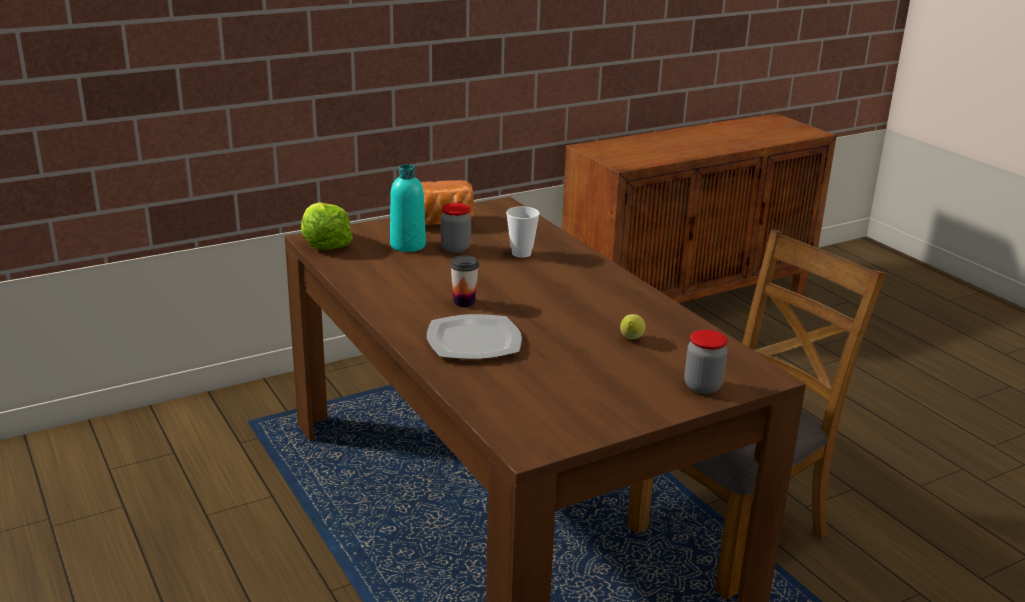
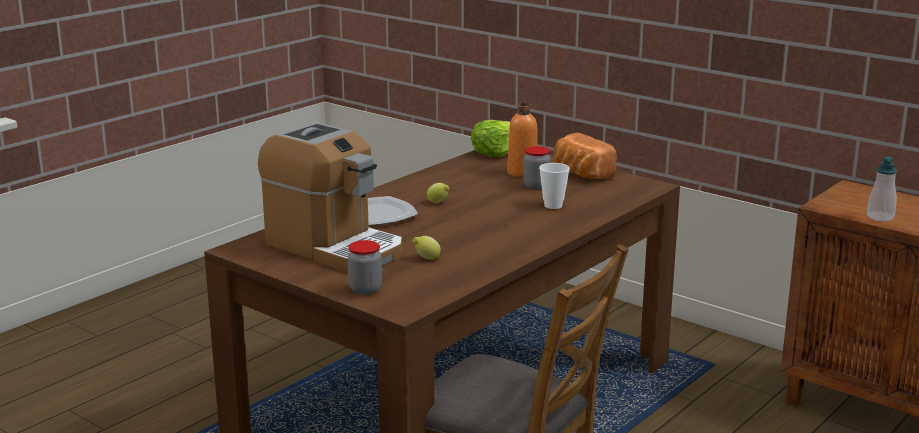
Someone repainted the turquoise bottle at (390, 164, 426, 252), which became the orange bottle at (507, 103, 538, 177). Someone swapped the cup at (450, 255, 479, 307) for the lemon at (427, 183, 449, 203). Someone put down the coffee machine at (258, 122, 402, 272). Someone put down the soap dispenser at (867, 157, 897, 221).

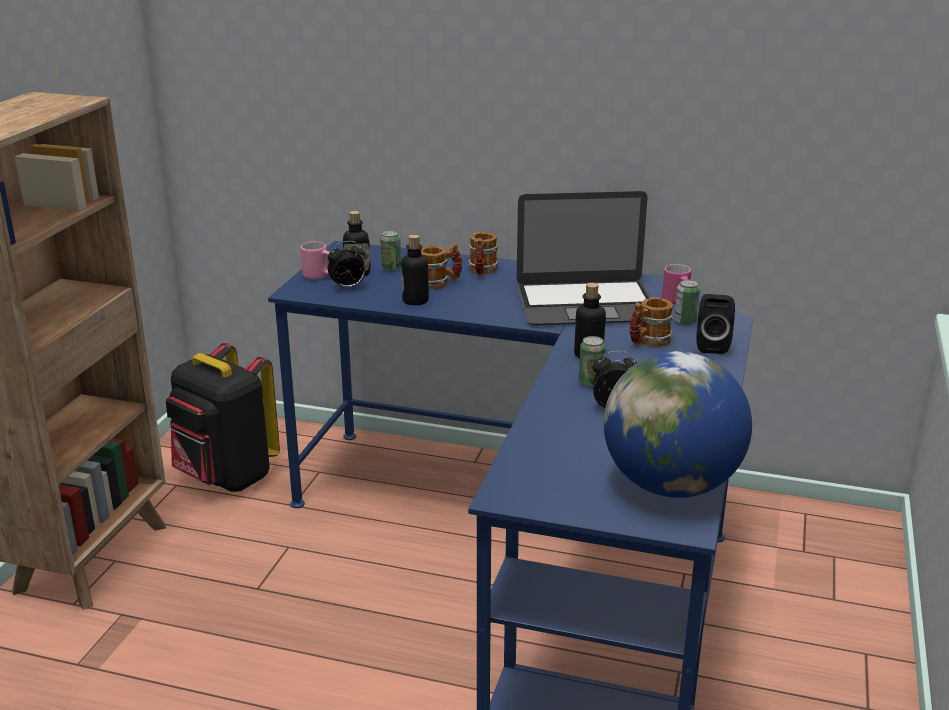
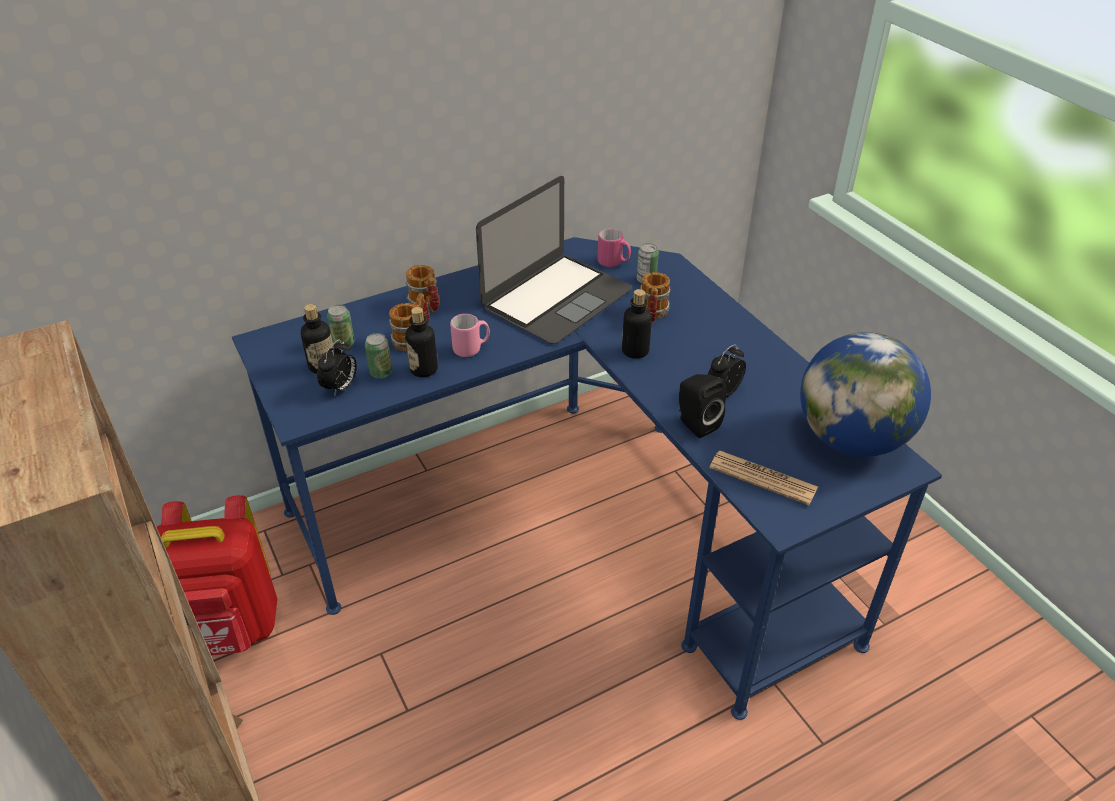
Someone repainted the black backpack at (166, 343, 280, 492), which became the red backpack at (157, 495, 277, 656). Someone carried the pink mug from (301, 241, 330, 280) to (450, 314, 490, 357). Someone carried the can from (579, 336, 606, 387) to (365, 333, 392, 378). Someone carried the black speaker from (696, 294, 735, 354) to (679, 374, 727, 438). Someone put down the newspaper at (709, 451, 818, 505).

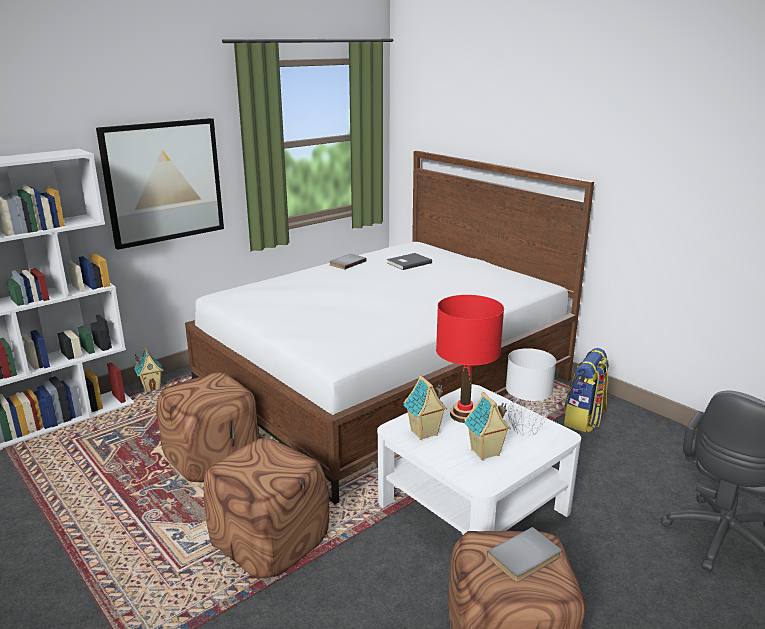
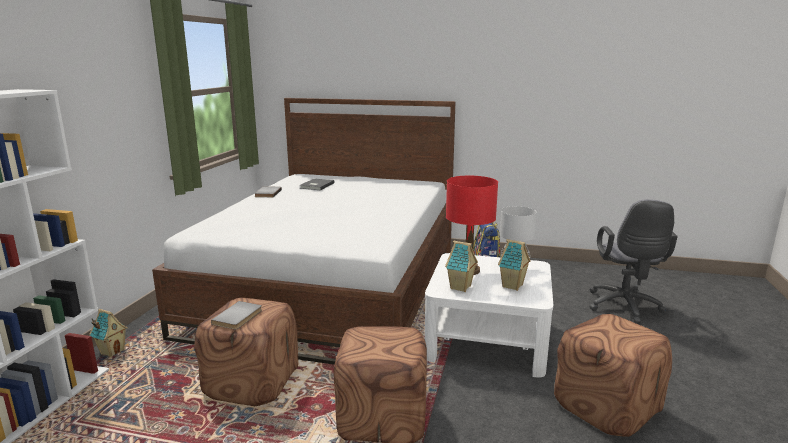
Someone took away the picture at (96, 118, 224, 250). Someone carried the grey book from (487, 527, 562, 582) to (211, 301, 262, 330).

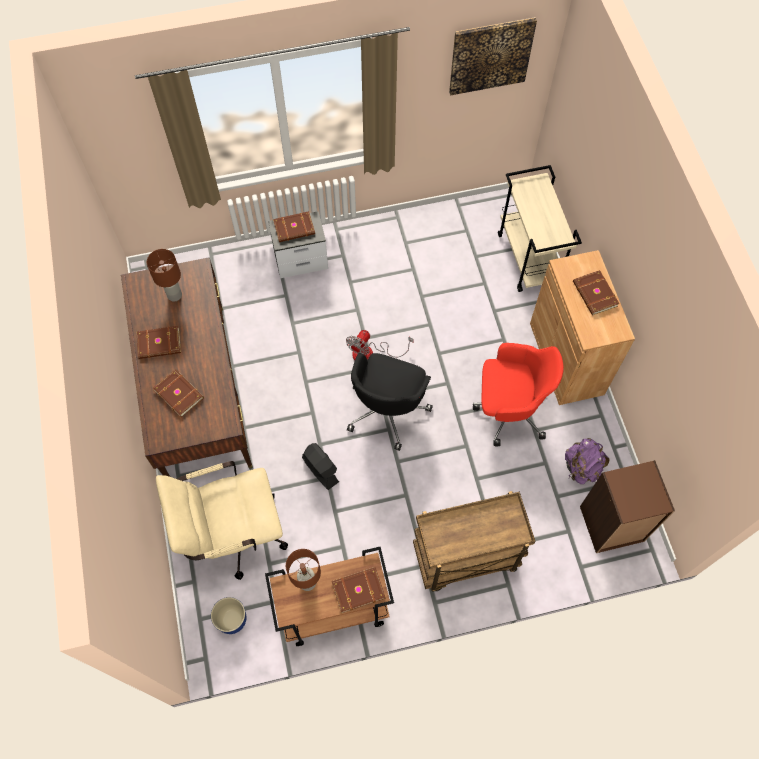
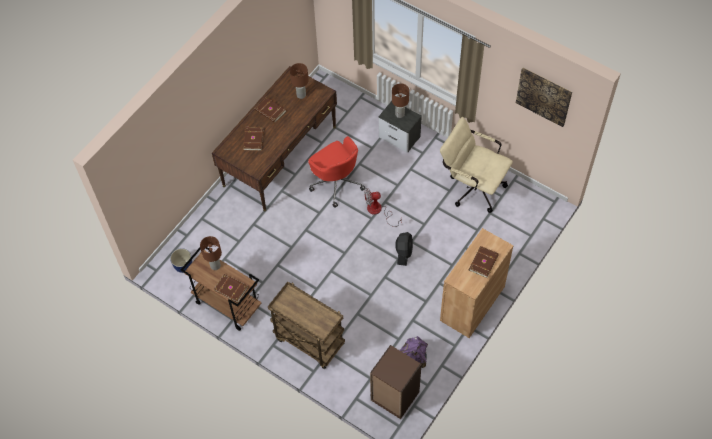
Someone carried the beige office chair from (156, 461, 288, 580) to (440, 117, 513, 213). Someone swapped the brown book at (273, 211, 315, 242) for the brown table lamp at (392, 83, 409, 118). Someone carried the black fan from (302, 443, 339, 490) to (395, 232, 413, 266). Someone took away the black office chair at (347, 353, 433, 451). Someone carried the red office chair from (473, 343, 564, 447) to (308, 136, 366, 208). Someone took away the beige cart at (498, 165, 582, 292).

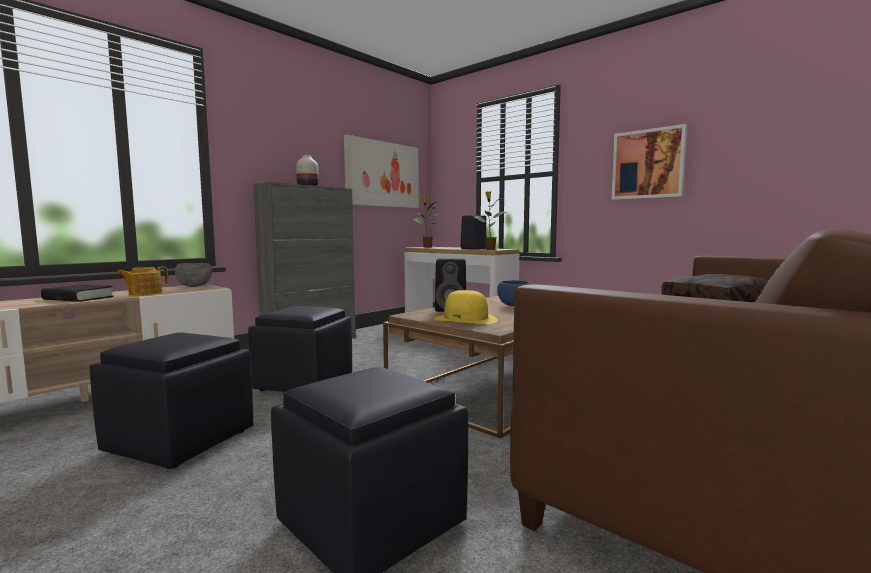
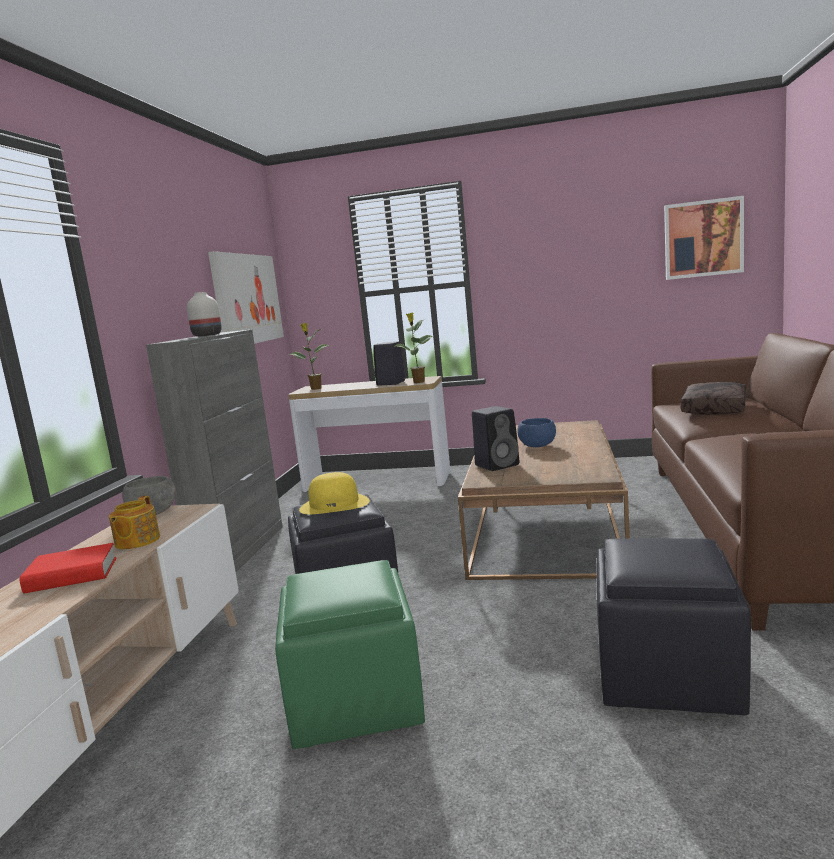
Someone repainted the black book at (41, 284, 114, 302), which became the red book at (20, 543, 116, 594). Someone repainted the black ottoman at (90, 332, 253, 469), which became the green ottoman at (275, 560, 425, 749). Someone carried the yellow hat from (435, 290, 498, 324) to (299, 472, 370, 514). Someone carried the picture from (612, 124, 687, 200) to (664, 196, 744, 280).

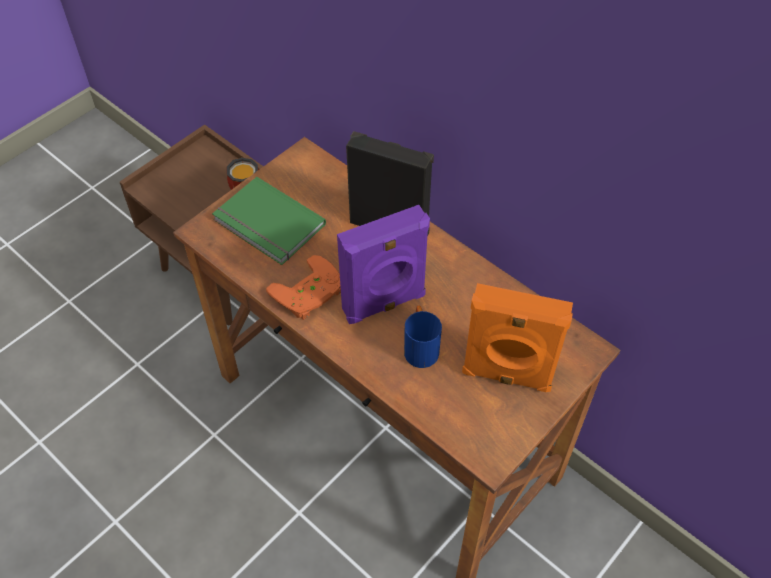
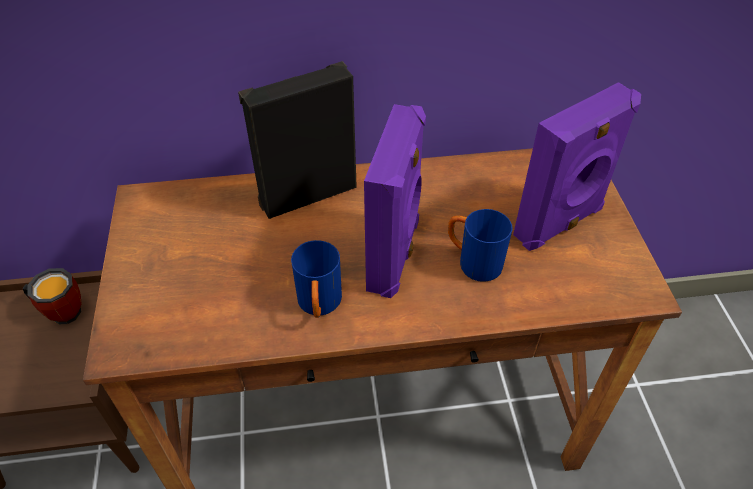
Someone took away the green book at (212, 177, 326, 265). Someone swapped the orange game controller at (266, 255, 341, 320) for the blue mug at (291, 240, 342, 318). Someone repainted the orange speaker at (462, 283, 573, 392), which became the purple speaker at (513, 82, 641, 251).

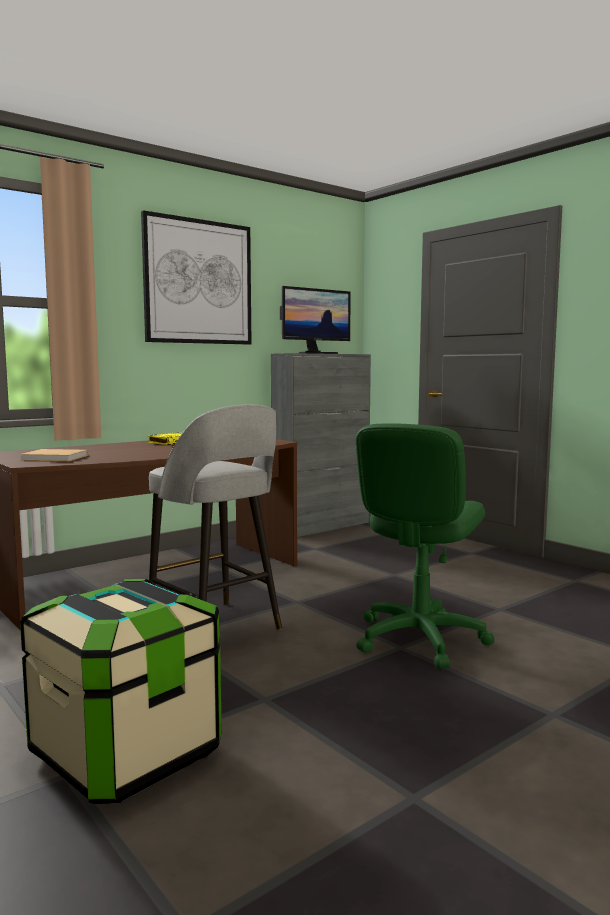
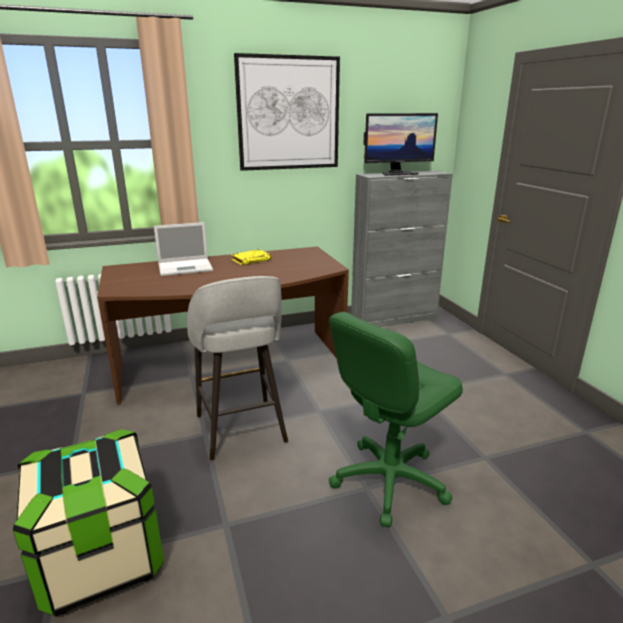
Someone took away the beige book at (20, 449, 88, 461). Someone put down the laptop at (154, 222, 213, 276).

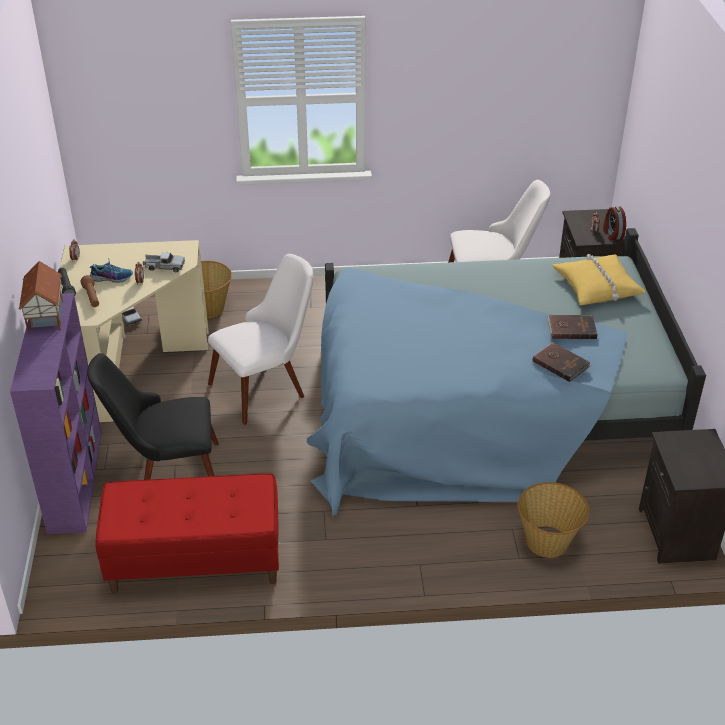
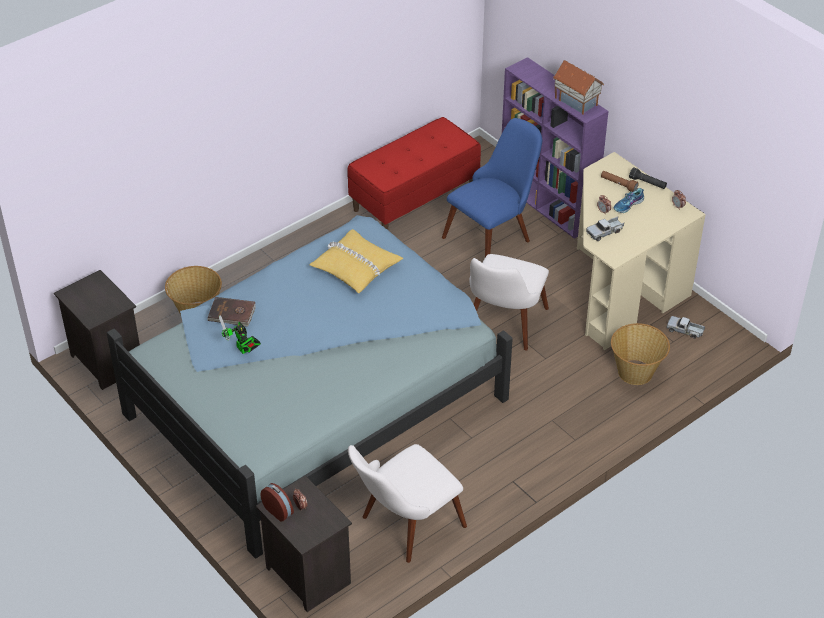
Someone repainted the black chair at (87, 353, 219, 480), which became the blue chair at (442, 118, 542, 257). Someone swapped the brown book at (548, 315, 598, 339) for the toy robot at (219, 315, 261, 354). Someone carried the yellow pillow from (552, 254, 646, 305) to (309, 229, 404, 293).

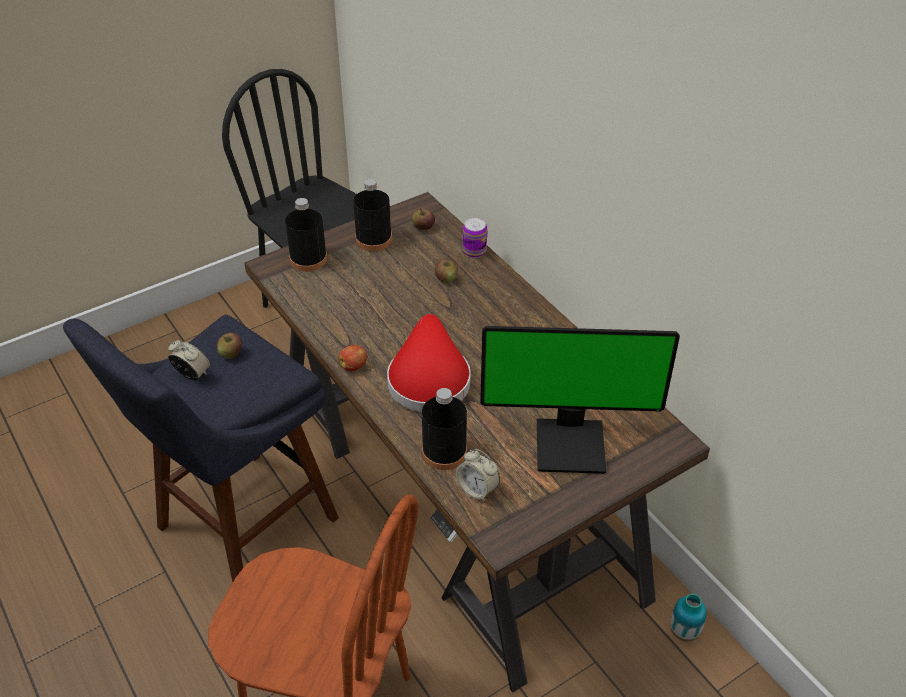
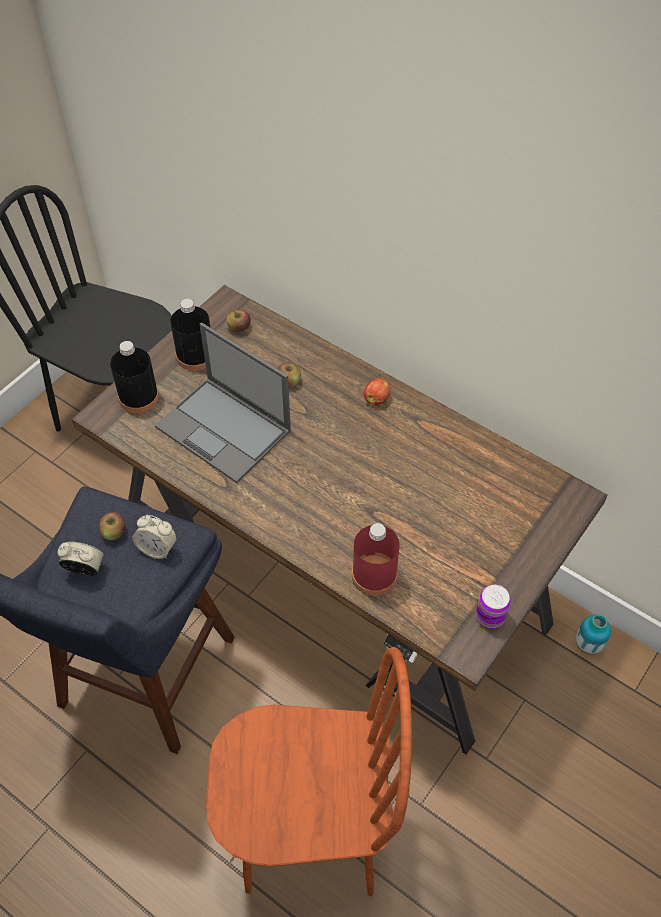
Someone carried the apple from (338, 345, 367, 371) to (364, 378, 390, 405). Someone took away the red hat at (387, 314, 471, 412). Someone repainted the black bottle at (422, 388, 467, 470), which became the red bottle at (352, 523, 400, 596). Someone carried the alarm clock from (456, 449, 500, 502) to (133, 515, 177, 559). Someone carried the can from (463, 218, 487, 258) to (476, 585, 511, 629). Someone took away the monitor at (480, 326, 680, 474). Someone put down the laptop at (155, 322, 291, 483).

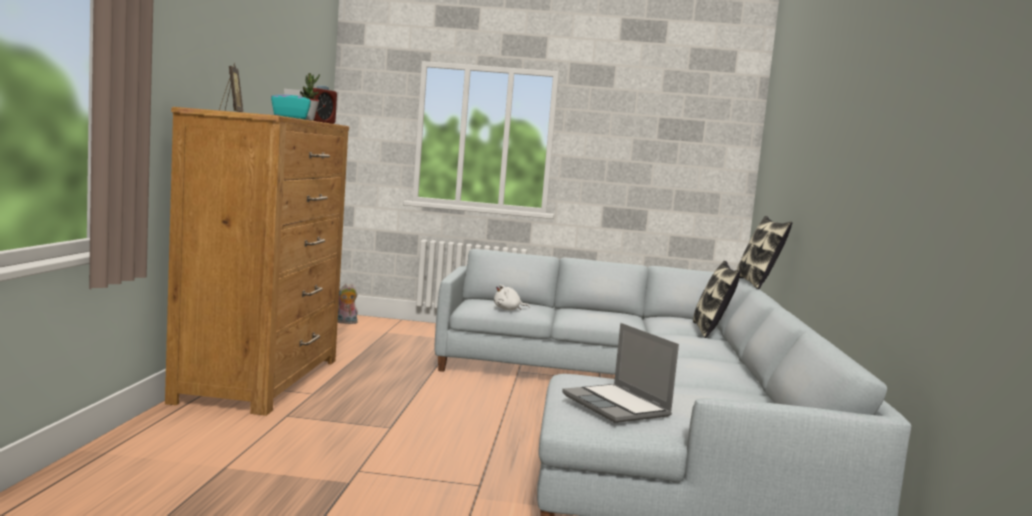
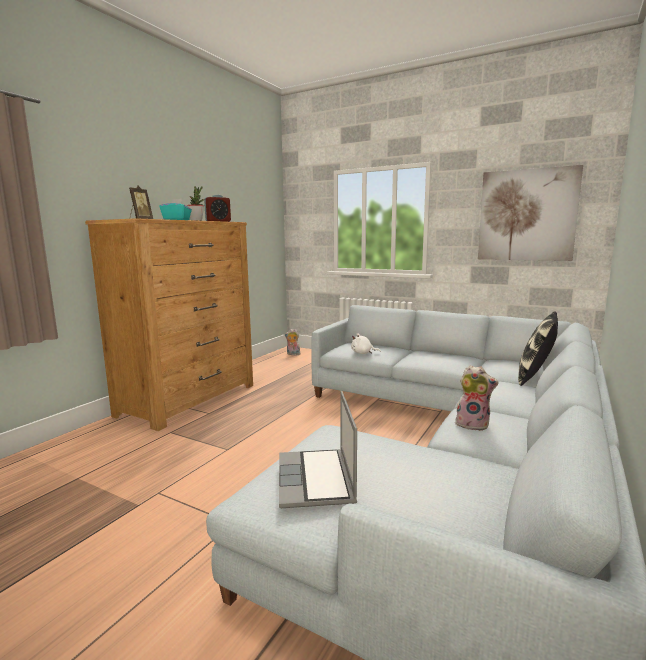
Someone took away the pillow at (737, 216, 792, 289). Someone put down the plush toy at (455, 365, 499, 431). Someone put up the picture at (478, 165, 583, 261).

